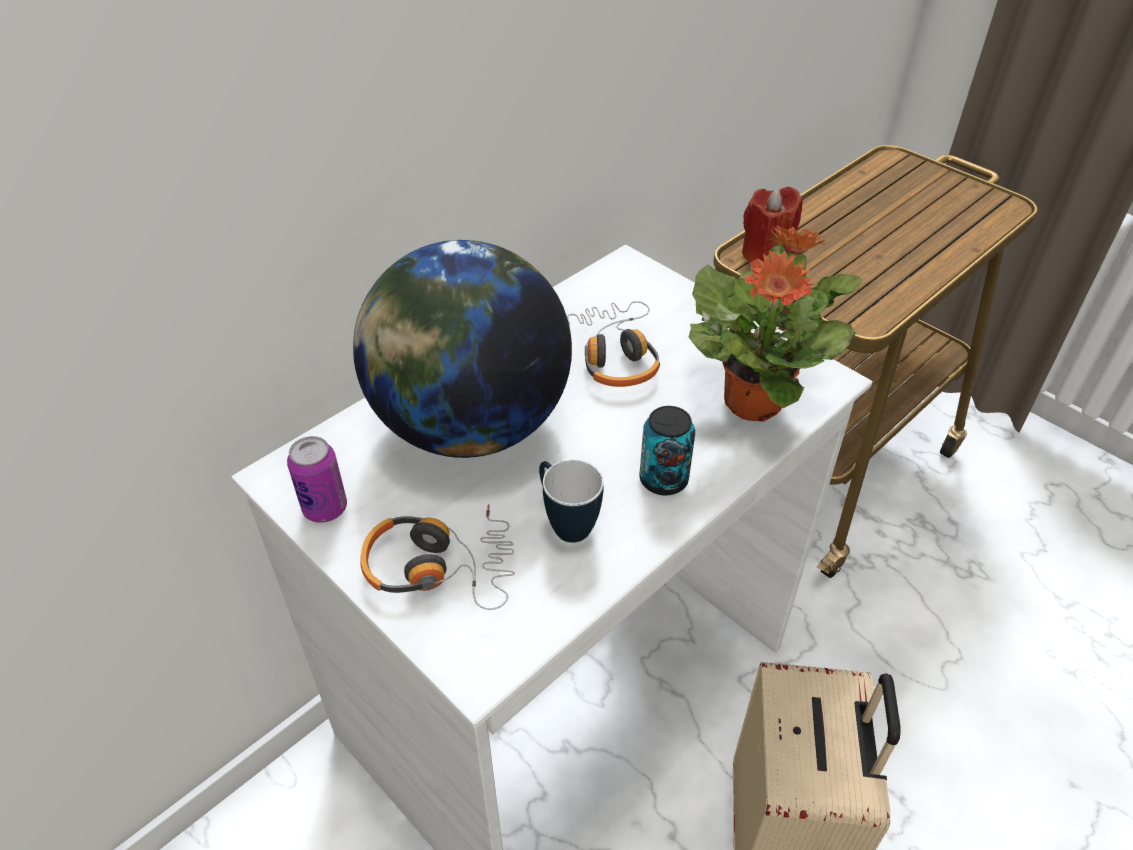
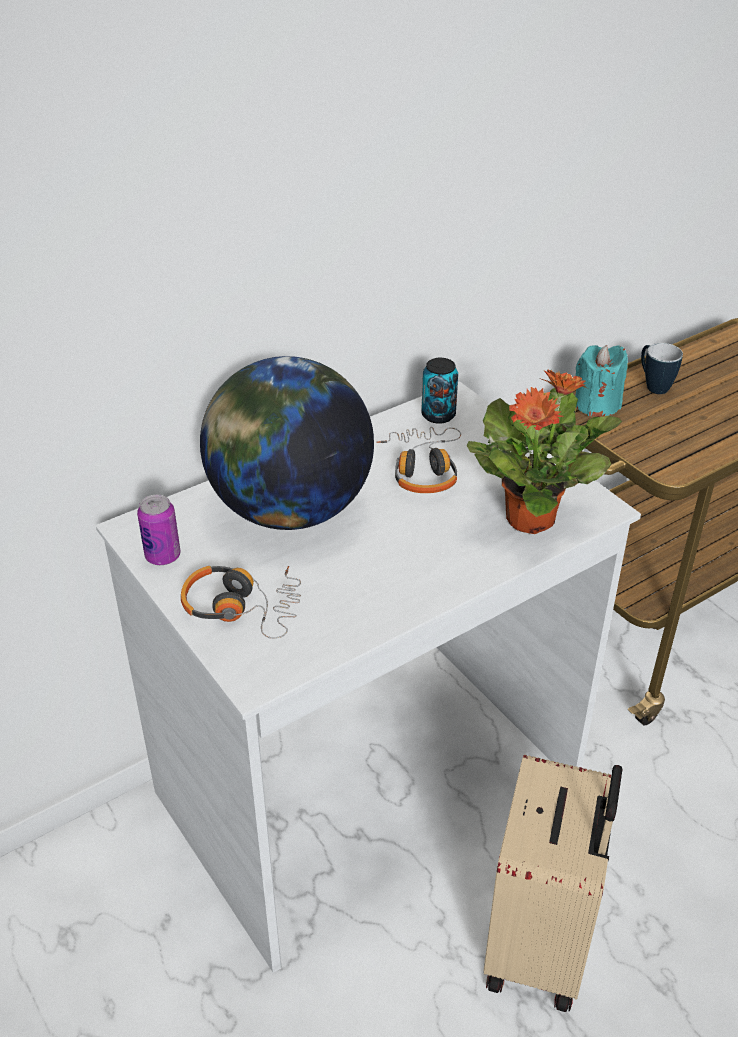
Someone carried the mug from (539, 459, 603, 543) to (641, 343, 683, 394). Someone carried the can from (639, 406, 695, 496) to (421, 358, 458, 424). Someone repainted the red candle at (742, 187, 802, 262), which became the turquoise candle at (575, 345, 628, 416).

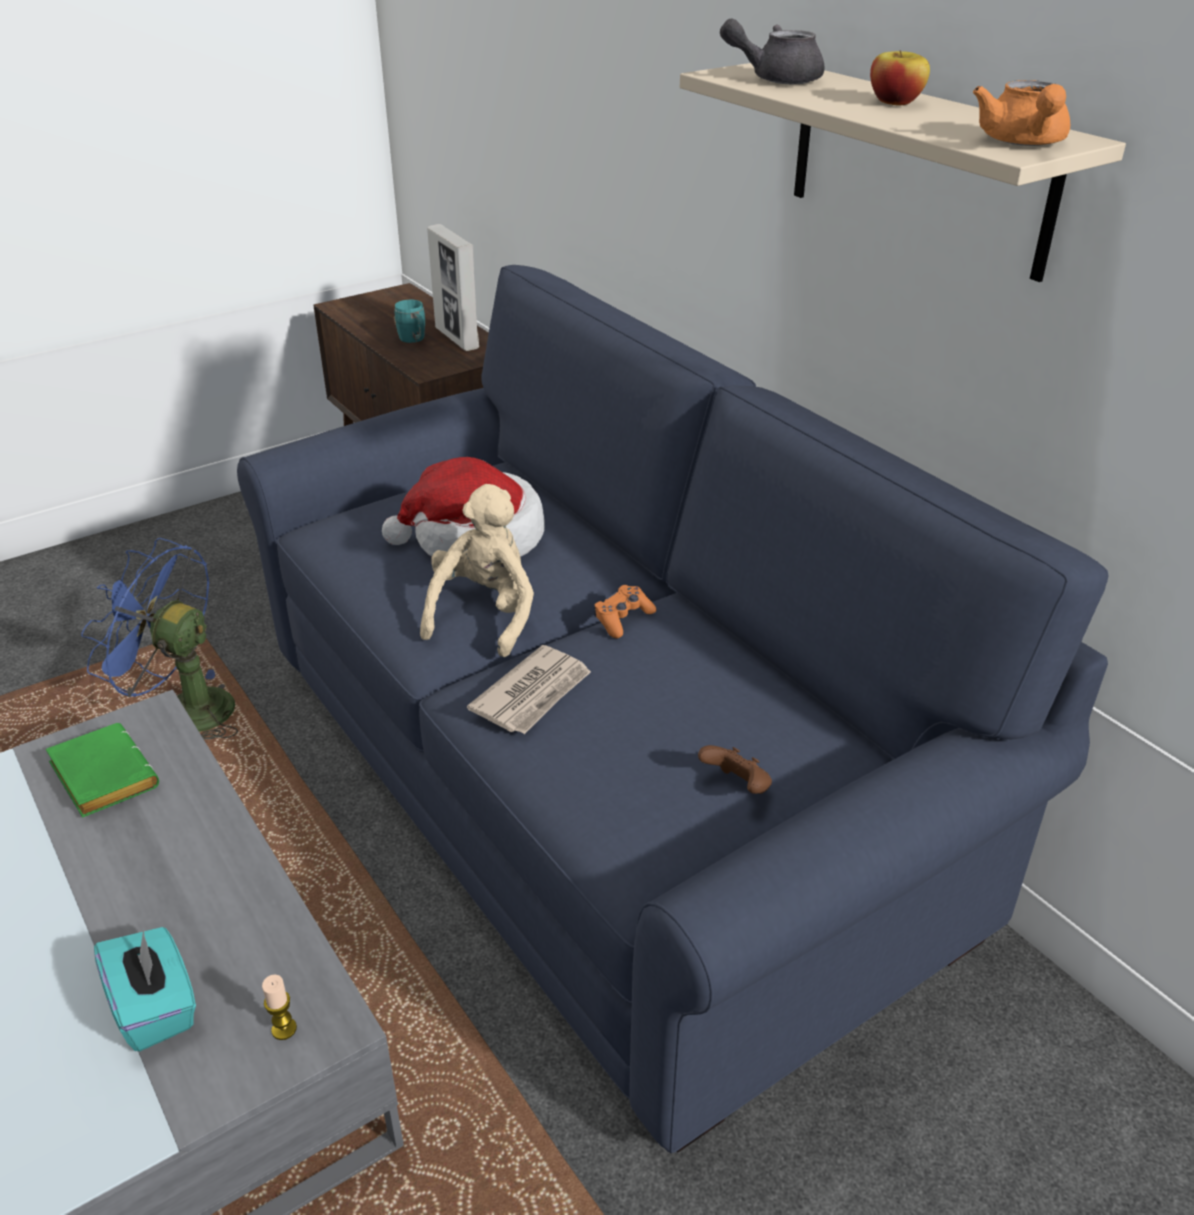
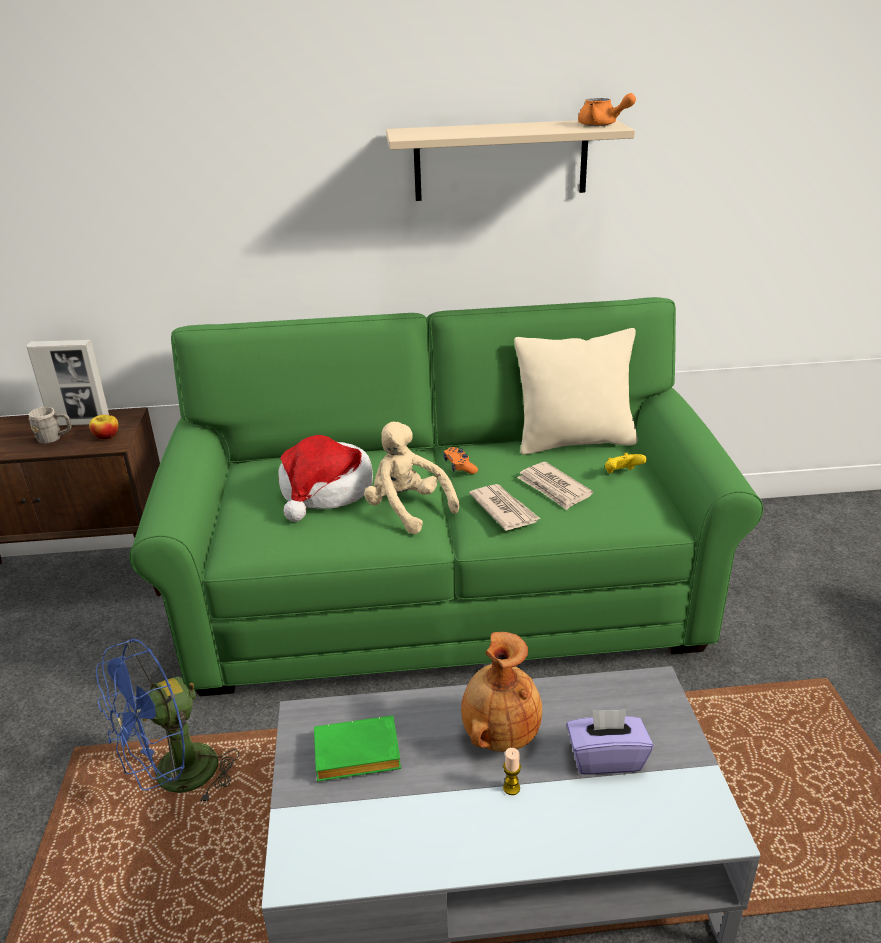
Someone repainted the turquoise tissue box at (94, 927, 196, 1051), which became the purple tissue box at (566, 709, 653, 775). Someone repainted the blue sofa at (237, 265, 1109, 1153), which became the green sofa at (129, 297, 763, 696). Someone carried the candle from (262, 974, 297, 1040) to (503, 748, 521, 795). Someone repainted the turquoise mug at (394, 300, 425, 343), which became the grey mug at (29, 407, 72, 444). Someone repainted the brown game controller at (698, 745, 772, 794), which became the yellow game controller at (605, 453, 647, 473). Someone took away the grey teapot at (720, 19, 825, 84). Someone carried the apple from (870, 50, 930, 105) to (89, 415, 118, 440). Someone put down the brown vase at (461, 632, 542, 752). Someone put down the beige pillow at (514, 328, 638, 455). Someone put down the newspaper at (517, 462, 593, 510).

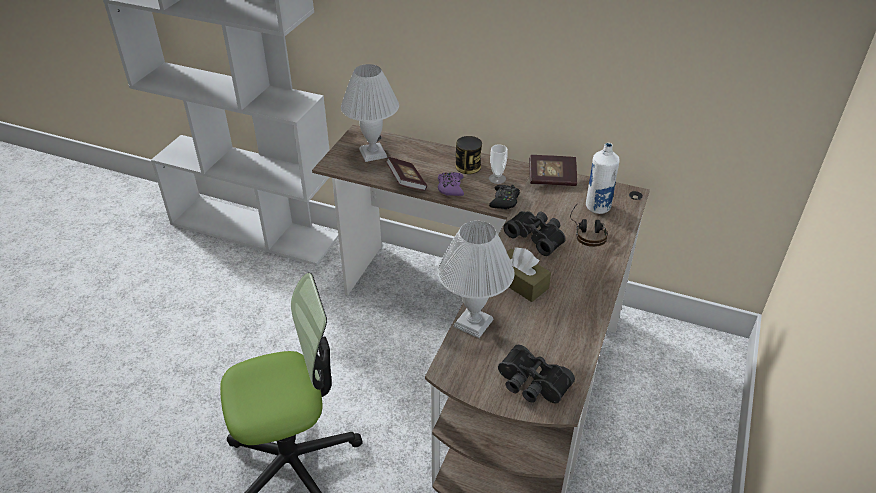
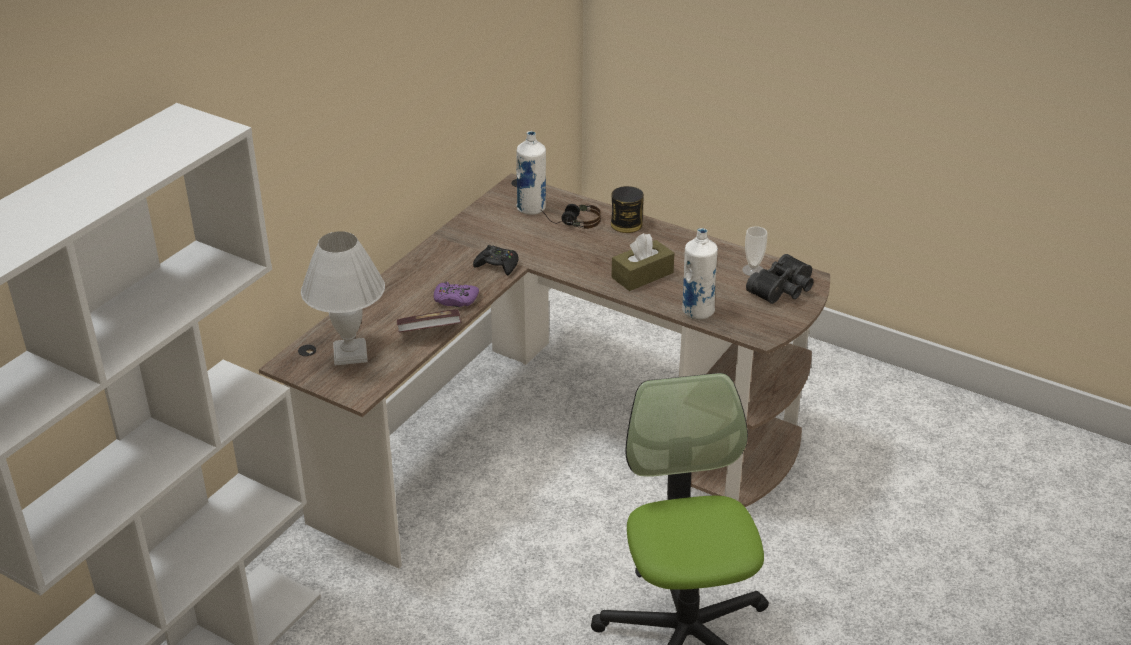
Someone swapped the white table lamp at (437, 221, 514, 338) for the white bottle at (682, 228, 718, 320). Someone carried the can from (456, 136, 482, 174) to (611, 186, 644, 233). Someone carried the cup from (489, 144, 508, 184) to (742, 226, 767, 276). Someone took away the black binoculars at (503, 211, 566, 256). Someone took away the book at (529, 155, 577, 186).

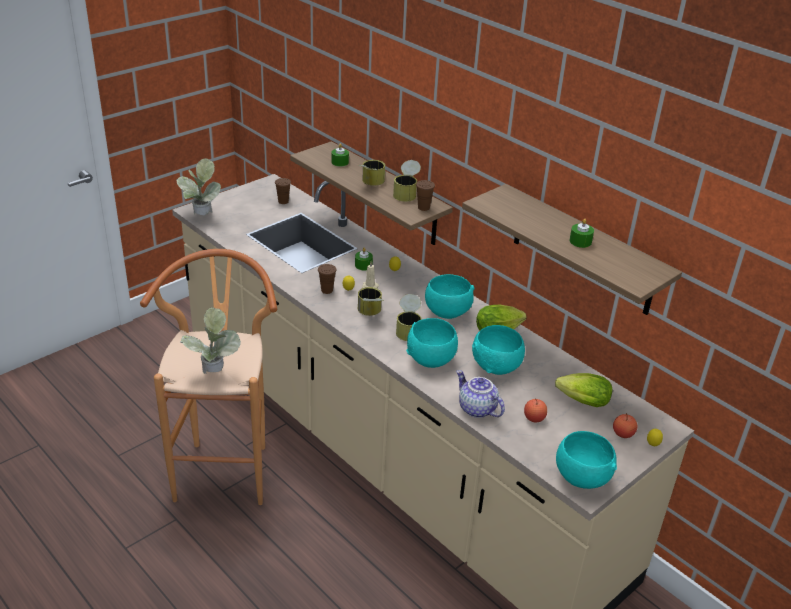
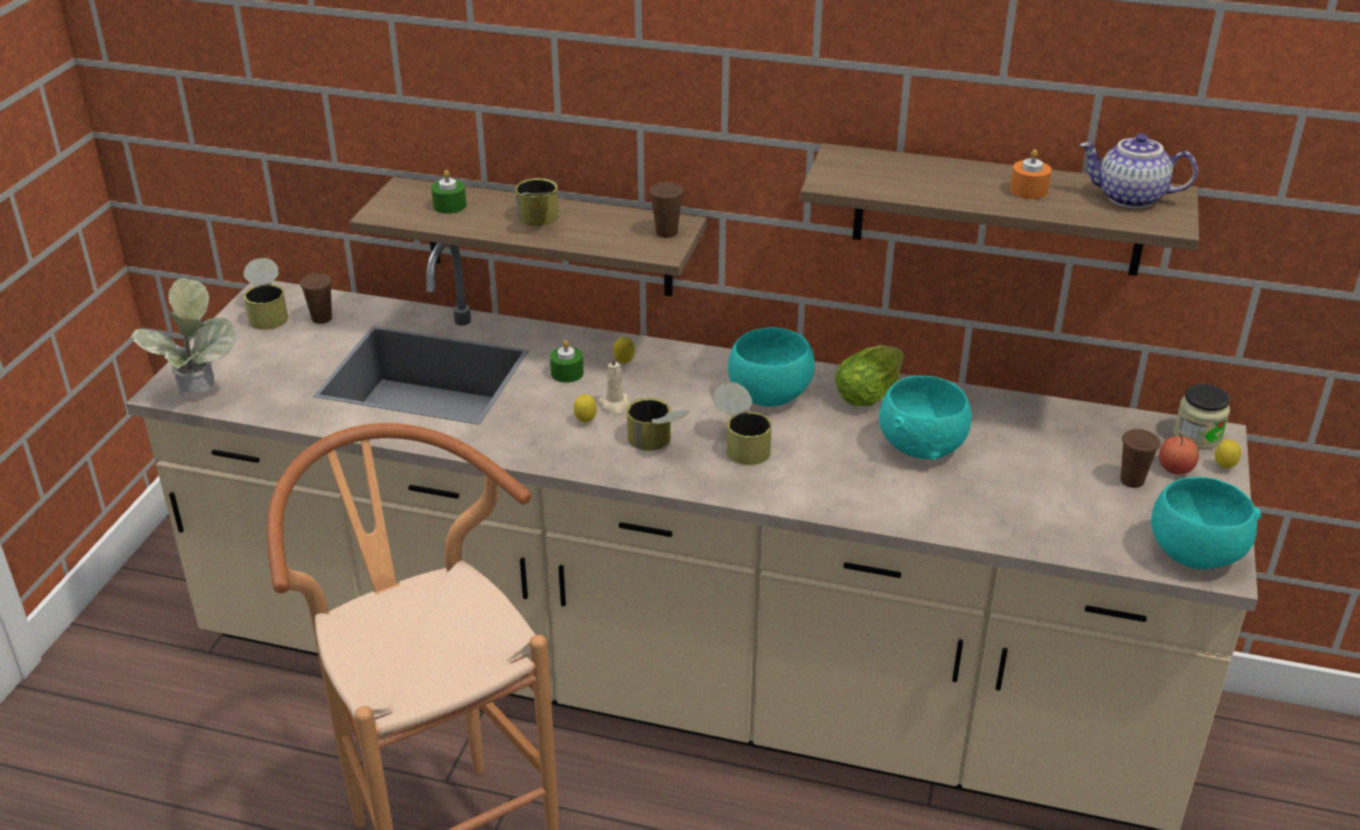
Someone took away the potted plant at (180, 307, 241, 374). Someone carried the brown cup from (318, 264, 337, 294) to (1120, 429, 1160, 488). Someone carried the can from (393, 160, 421, 202) to (243, 258, 288, 330). Someone took away the turquoise bowl at (406, 318, 458, 368). Someone carried the teapot from (456, 370, 505, 418) to (1079, 133, 1198, 208). Someone took away the apple at (524, 399, 547, 422). Someone took away the lettuce at (555, 373, 612, 407). Someone repainted the green candle at (569, 219, 594, 248), which became the orange candle at (1010, 149, 1052, 199). Someone put down the jar at (1174, 384, 1230, 449).

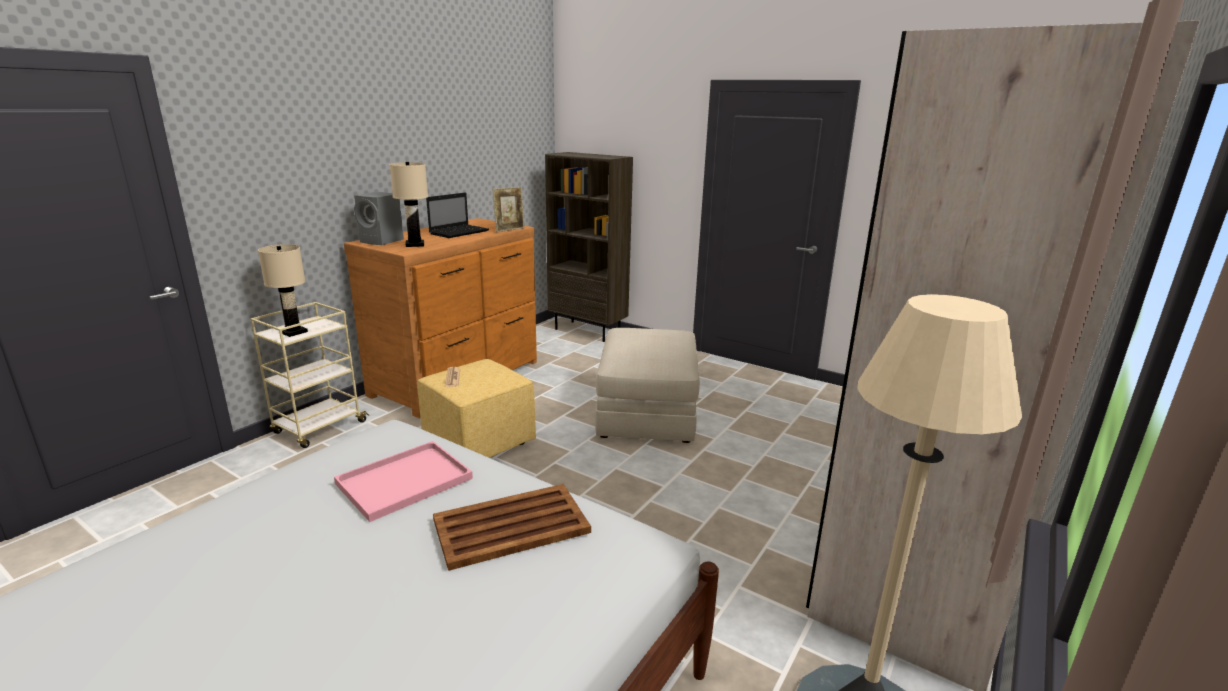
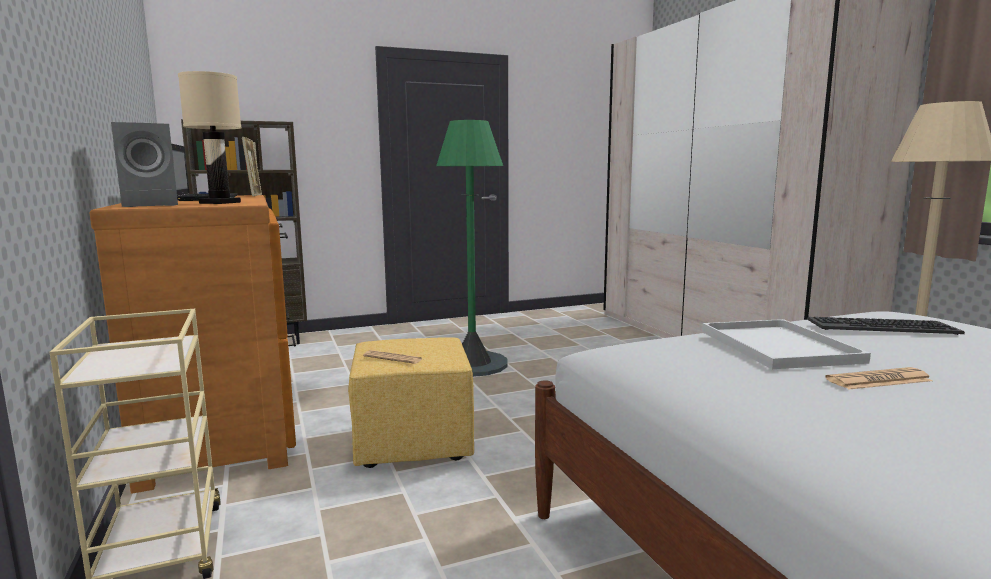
Someone took away the beige table lamp at (258, 244, 308, 337). Someone repainted the pink tray at (334, 441, 473, 522), which became the white tray at (702, 319, 871, 369). Someone swapped the brown tray at (433, 484, 591, 571) for the keyboard at (807, 317, 965, 335). Someone swapped the beige ottoman at (595, 328, 700, 443) for the green floor lamp at (436, 120, 508, 377). Someone put down the newspaper at (825, 367, 933, 390).

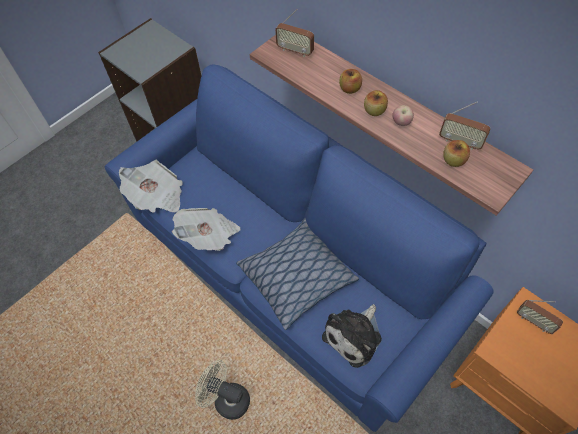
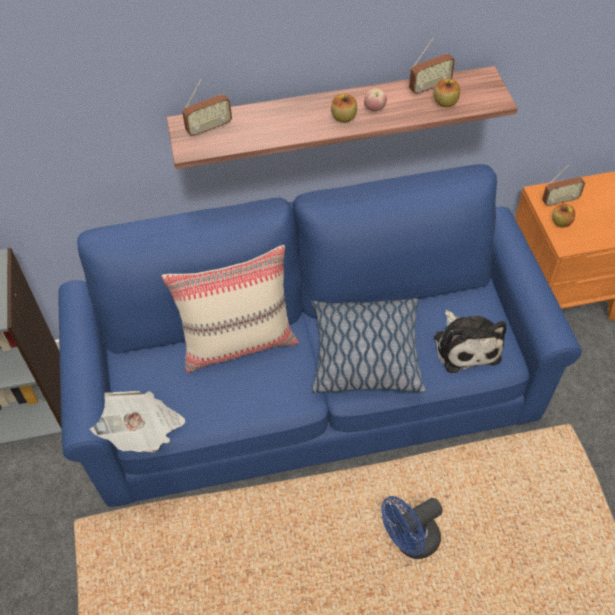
Someone took away the newspaper at (172, 208, 241, 251). Someone repainted the beige fan at (195, 360, 250, 420), which became the blue fan at (381, 496, 443, 559). Someone carried the apple from (339, 69, 362, 94) to (552, 204, 575, 228). Someone put down the beige pillow at (161, 245, 299, 373).

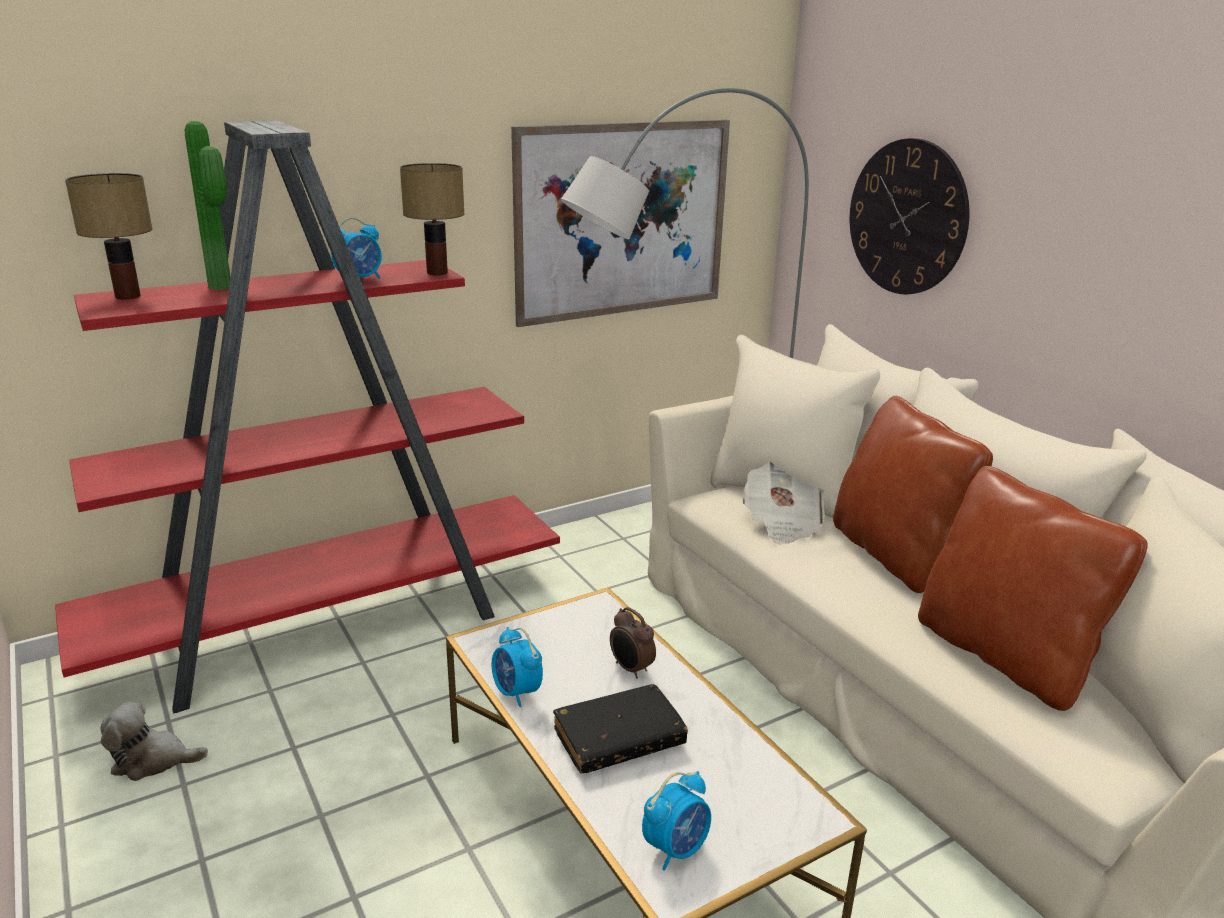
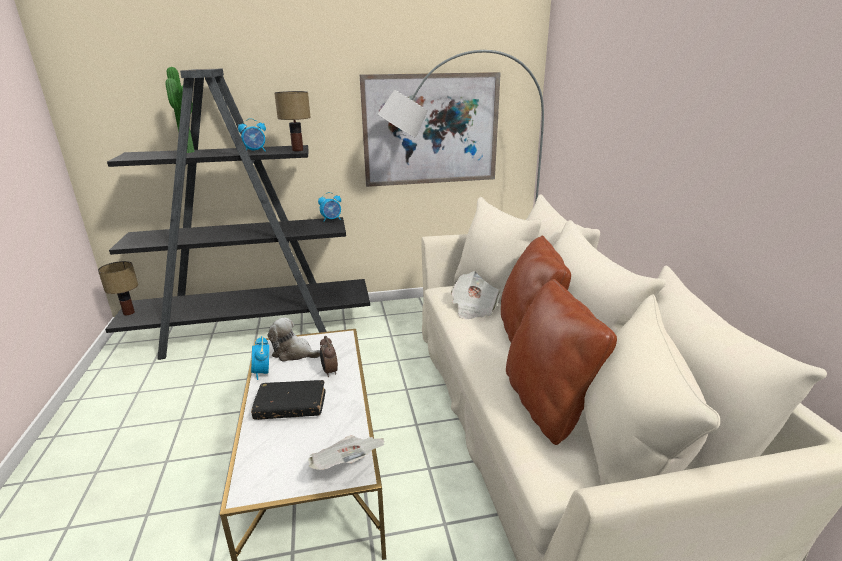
Someone repainted the red bookcase at (55, 120, 560, 713), which became the black bookcase at (105, 69, 370, 360). Someone carried the table lamp from (65, 173, 152, 300) to (98, 261, 138, 315). Someone carried the plush toy from (100, 702, 208, 781) to (268, 317, 320, 362). Someone carried the alarm clock from (642, 771, 711, 871) to (318, 192, 341, 222). Someone took away the wall clock at (850, 138, 969, 294). Someone put down the newspaper at (308, 435, 385, 470).

